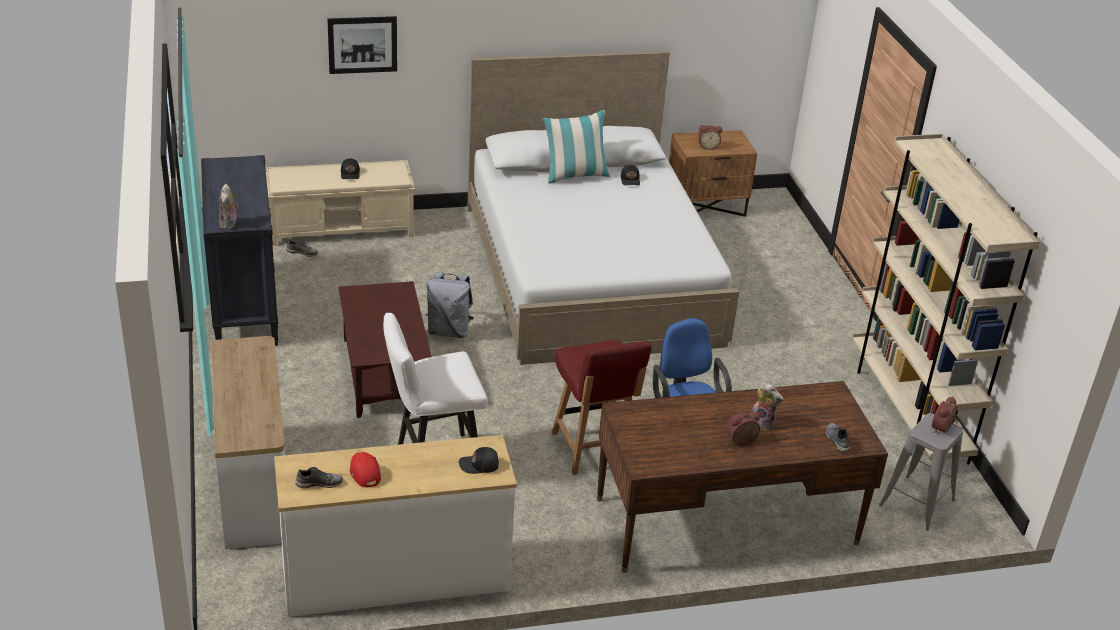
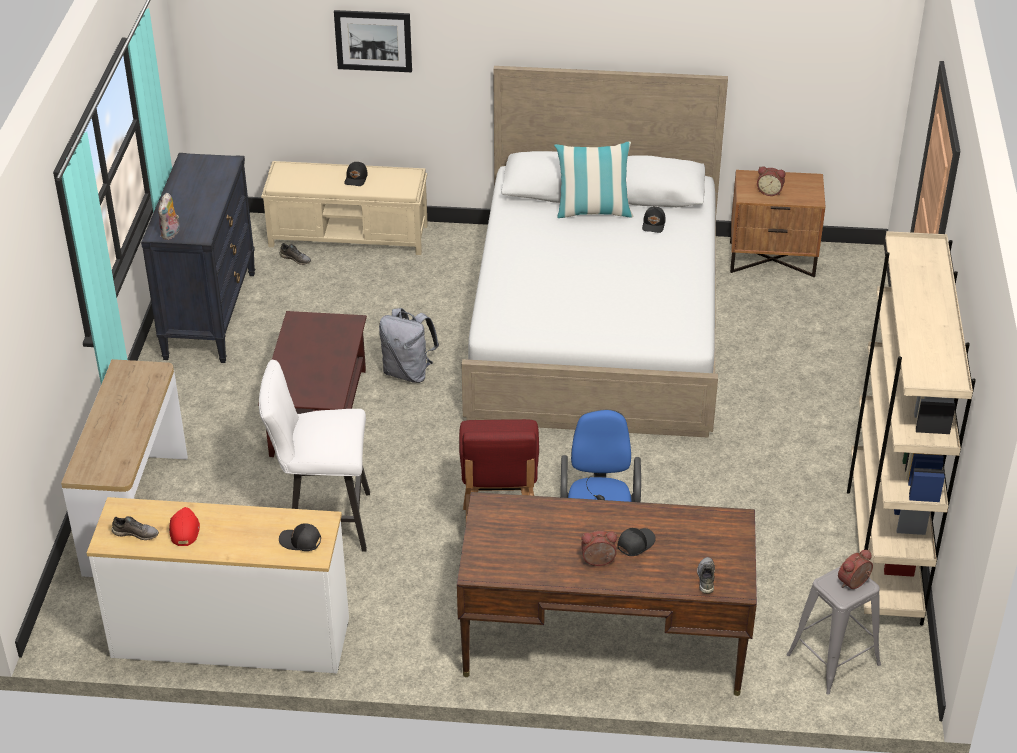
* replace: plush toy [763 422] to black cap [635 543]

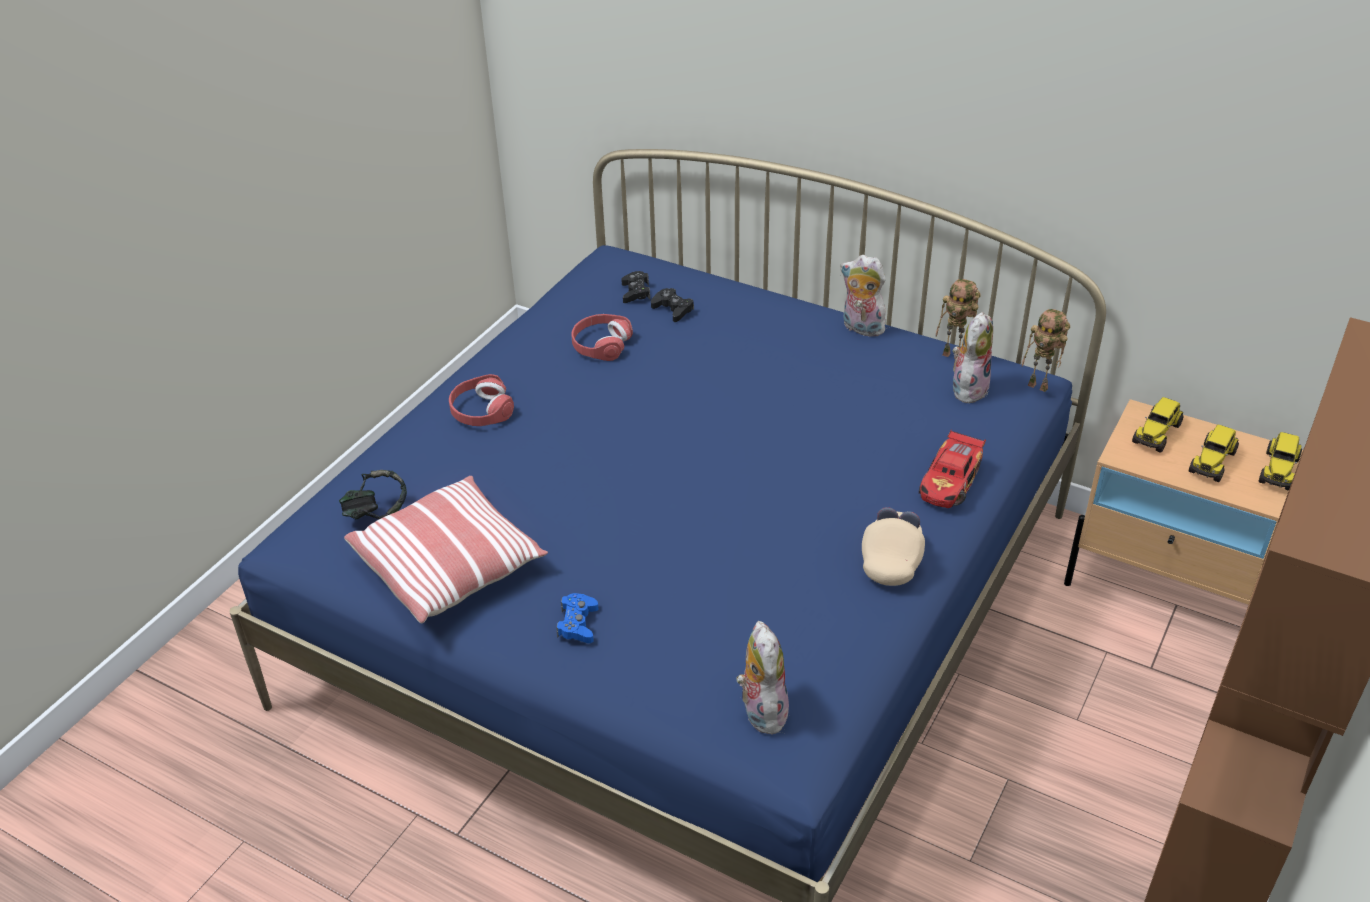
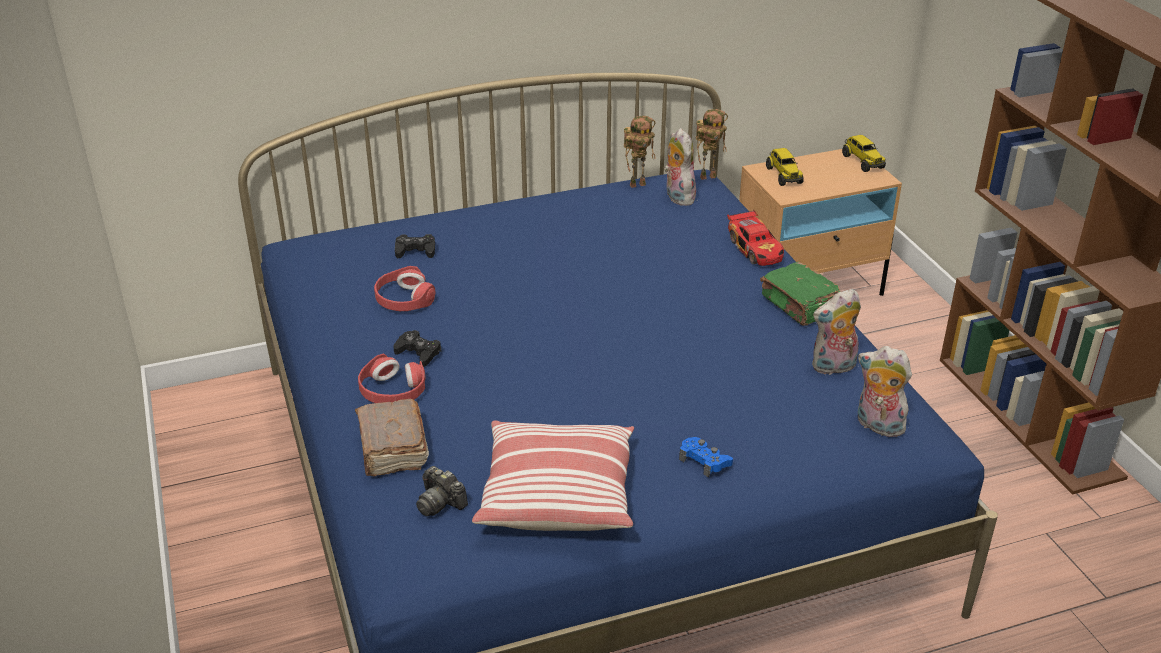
* move: plush toy [860 328] to [833 367]
* move: black game controller [636 292] to [418 353]
* delete: toy truck [1212 462]
* replace: headphones [377 513] to photo camera [440 502]
* replace: beige cap [892 559] to green book [800 305]
* insert: brown book [392 450]

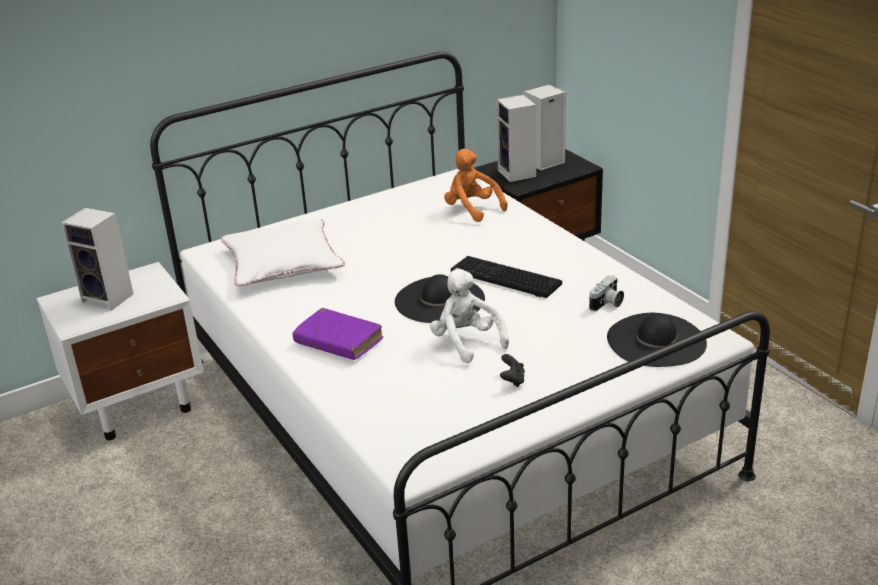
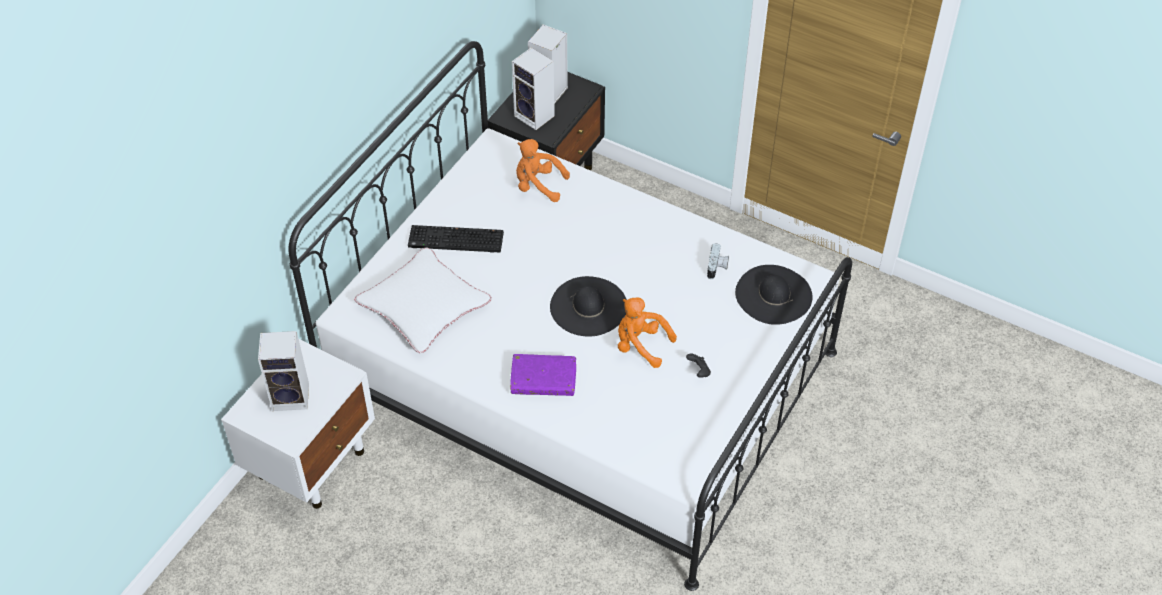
* move: keyboard [503 279] to [454 241]
* recolor: white plush toy [466 342] to orange plush toy [640 345]

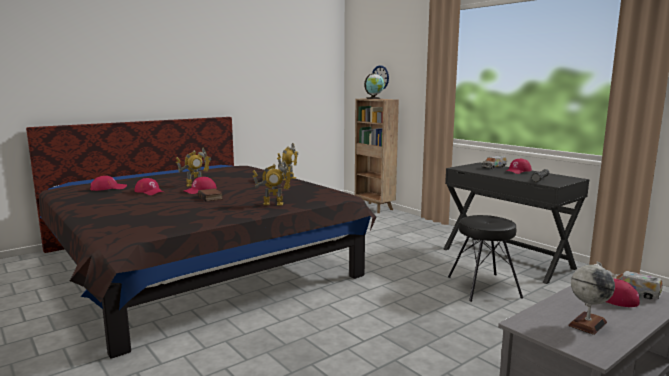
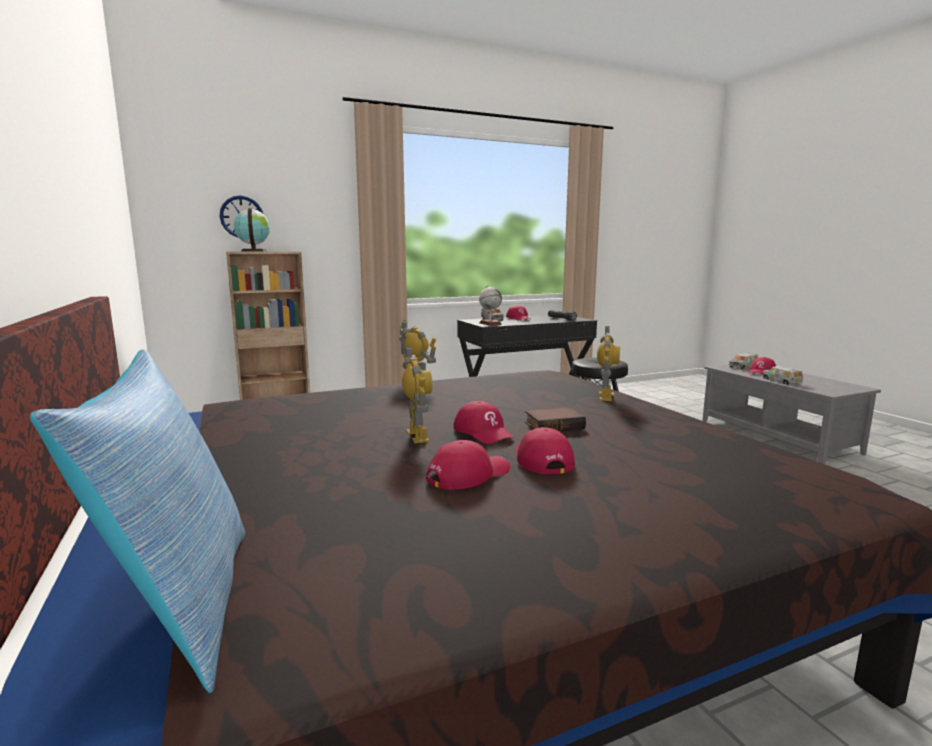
* move: red cap [108 188] to [541 459]
* move: globe [587 324] to [490 324]
* insert: pillow [181 605]
* insert: toy truck [781 381]

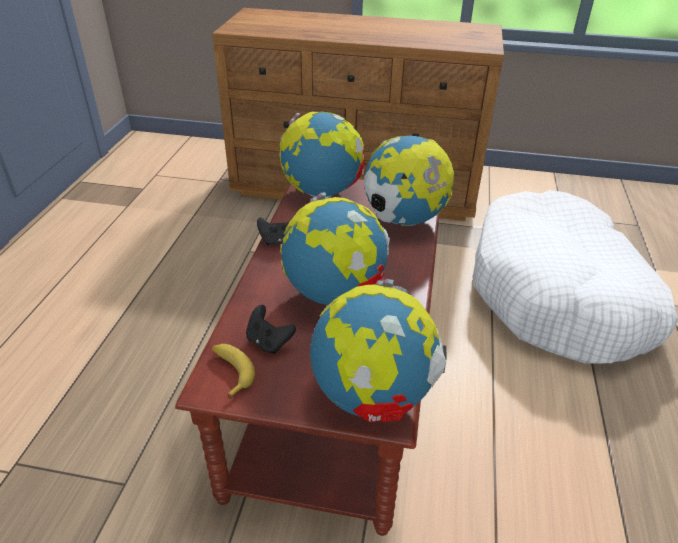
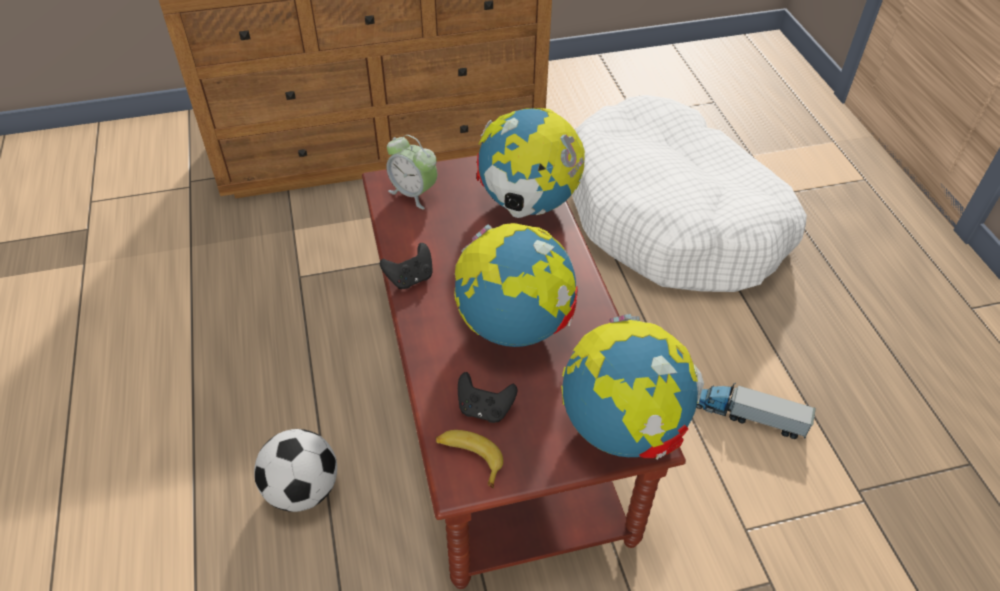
* replace: globe [322 192] to alarm clock [413 193]
* insert: toy truck [747 416]
* insert: football [302 490]

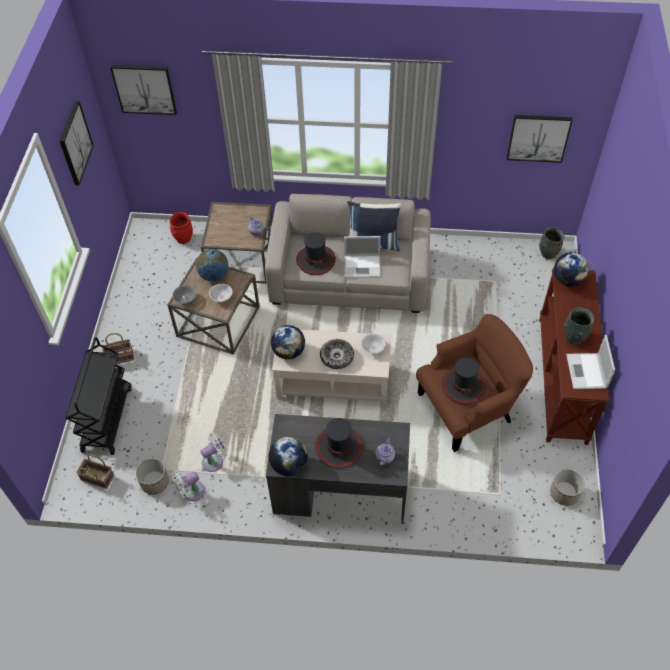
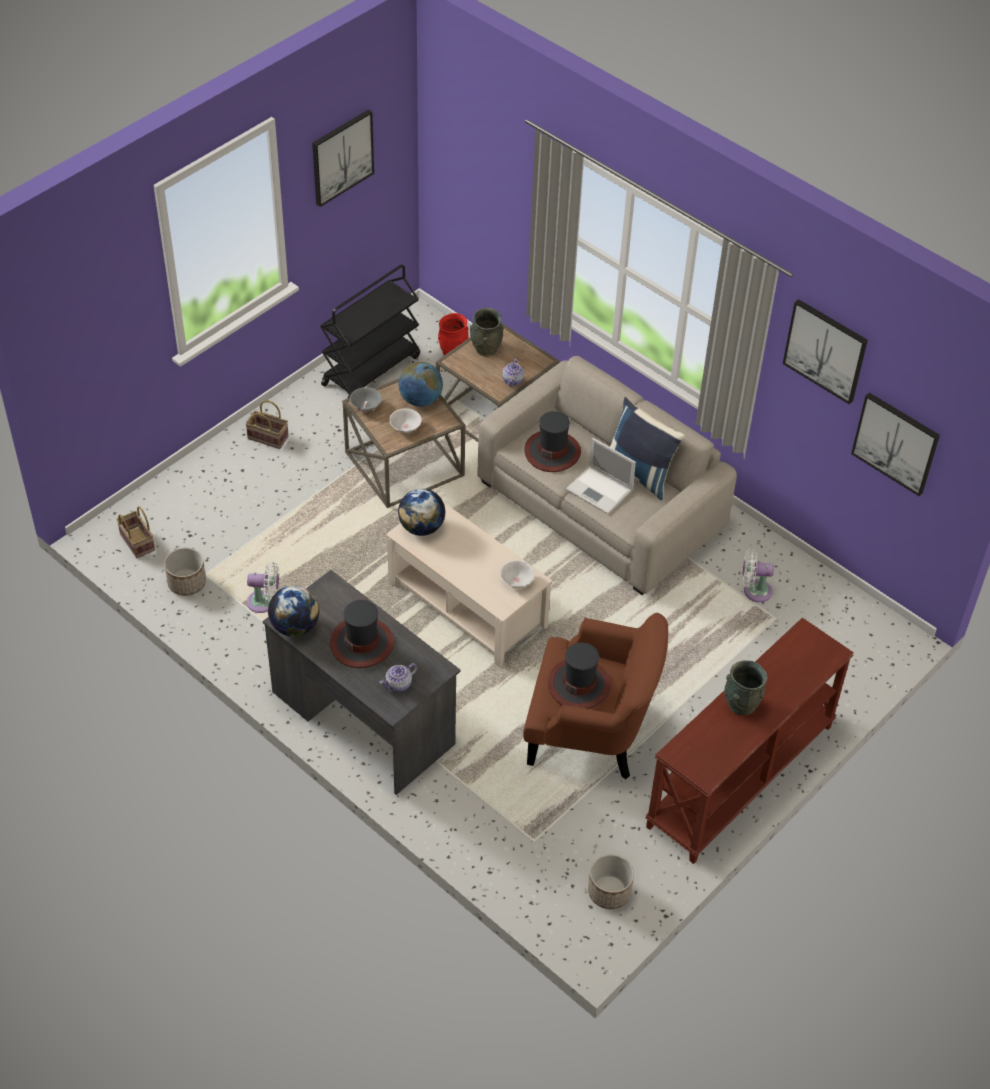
* move: picture [144 89] to [825 350]
* move: grey vase [548 253] to [485 349]
* delete: globe [568 280]
* delete: laptop [586 372]
* move: black cart [106 418] to [371 370]
* delete: bowl [337 357]
* move: white fan [191 492] to [754 590]

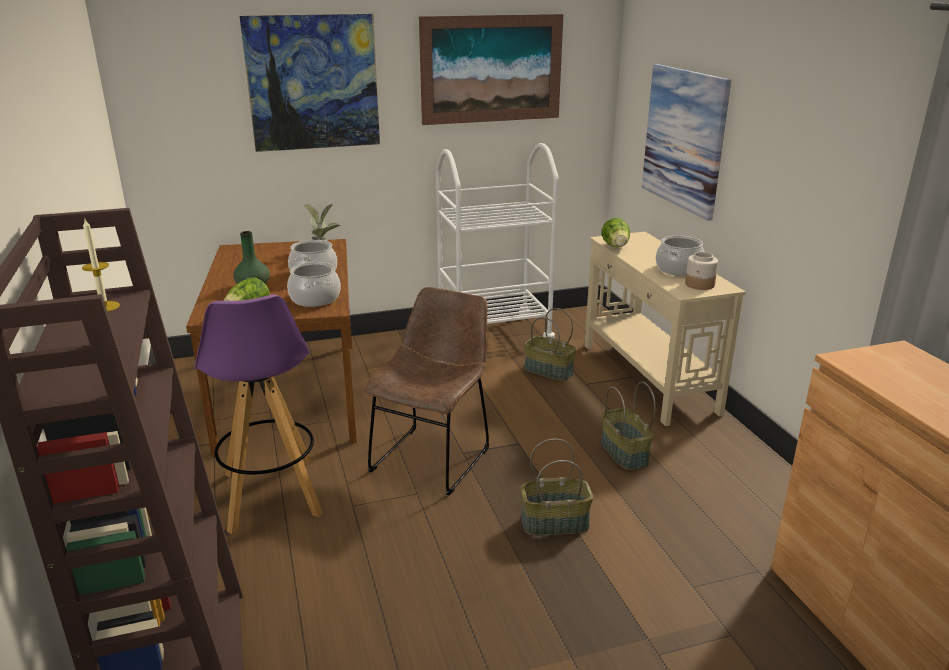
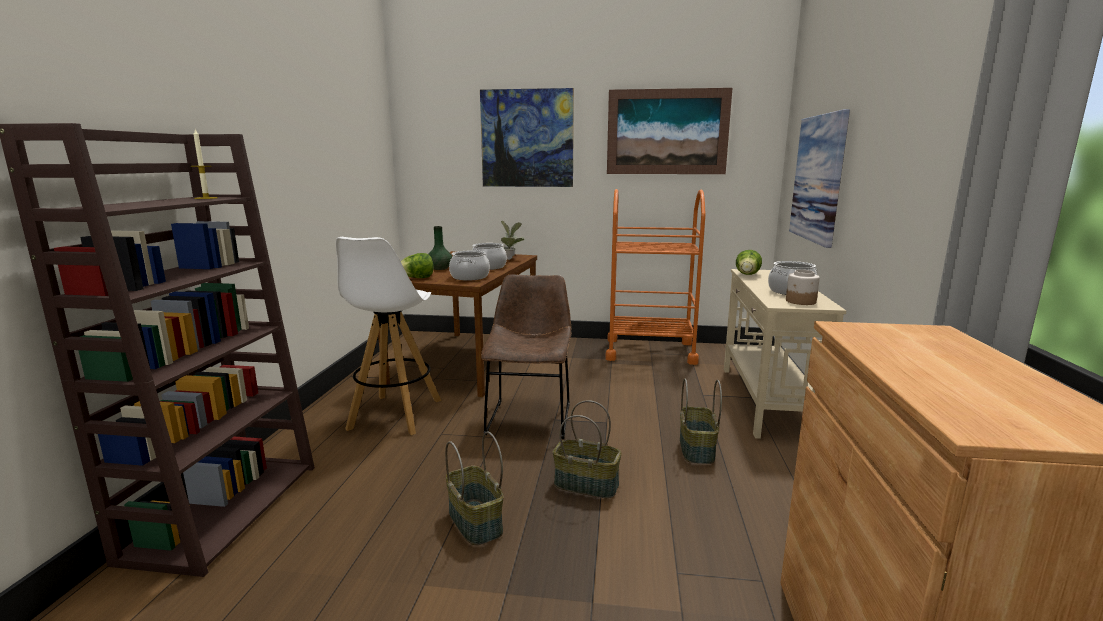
* recolor: white cart [493 335] to orange cart [650 351]
* rotate: brown chair [433 456] = [530 417] 45 degrees counterclockwise
* recolor: purple stool [271 495] to white stool [395 415]
* move: basket [548 371] to [474 522]

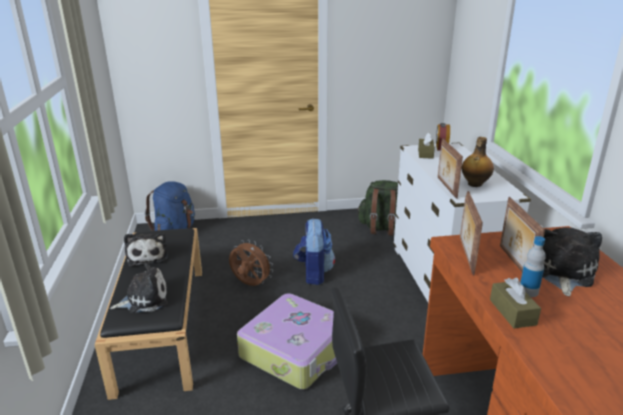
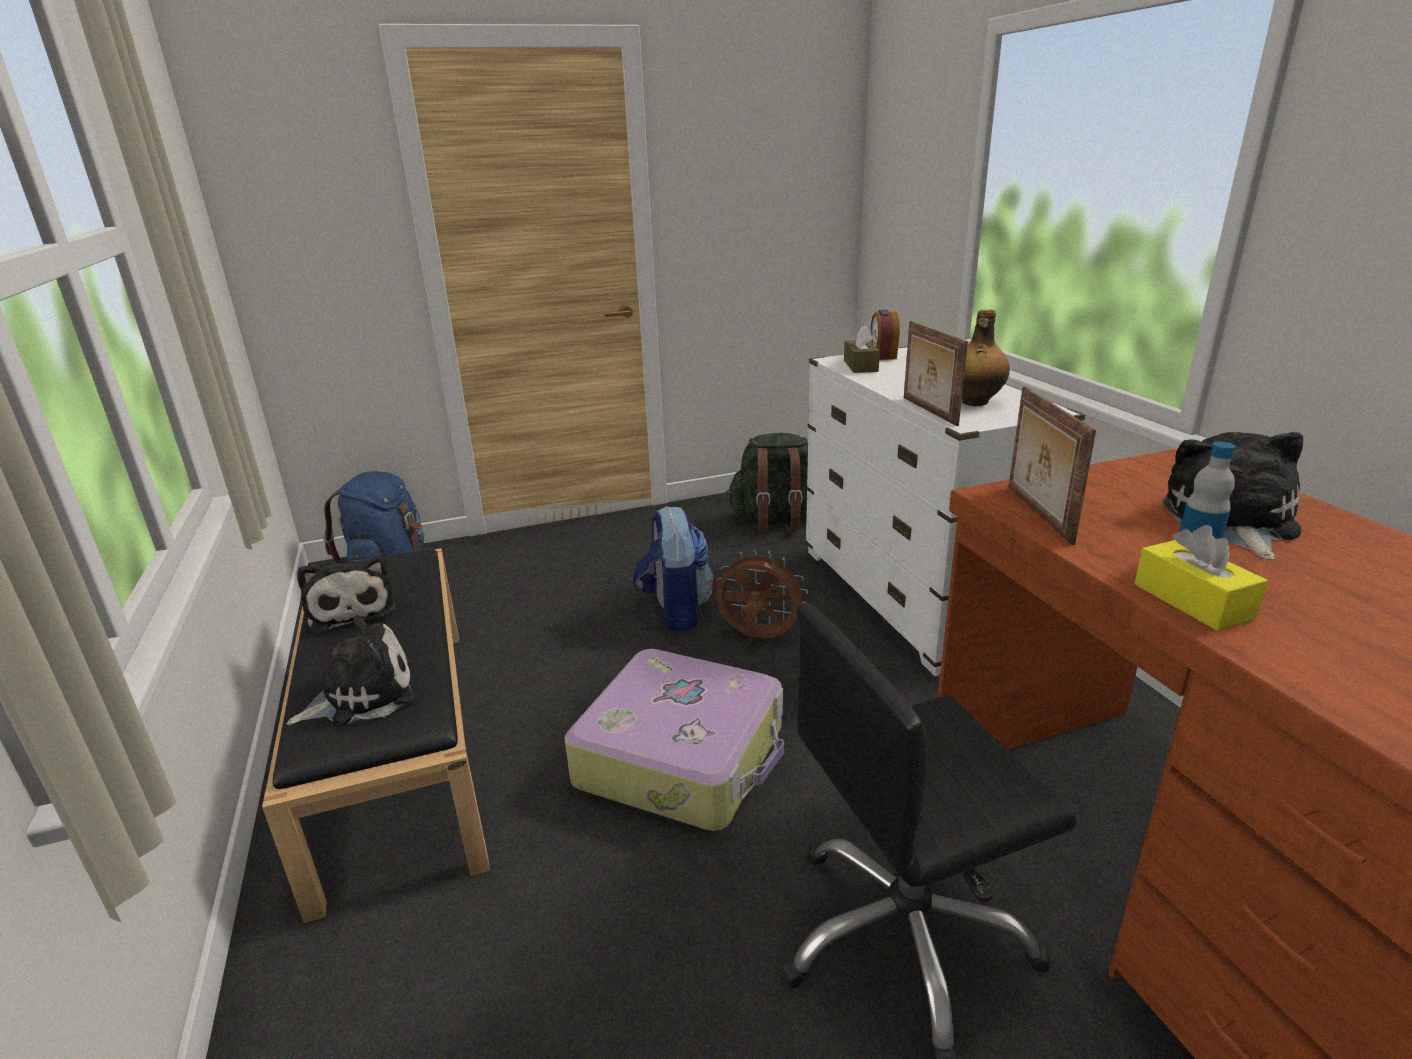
* delete: picture frame [514 263]
* move: brown fan [250 284] to [758 637]
* recolor: brown tissue box [512 312] to yellow tissue box [1192 601]

